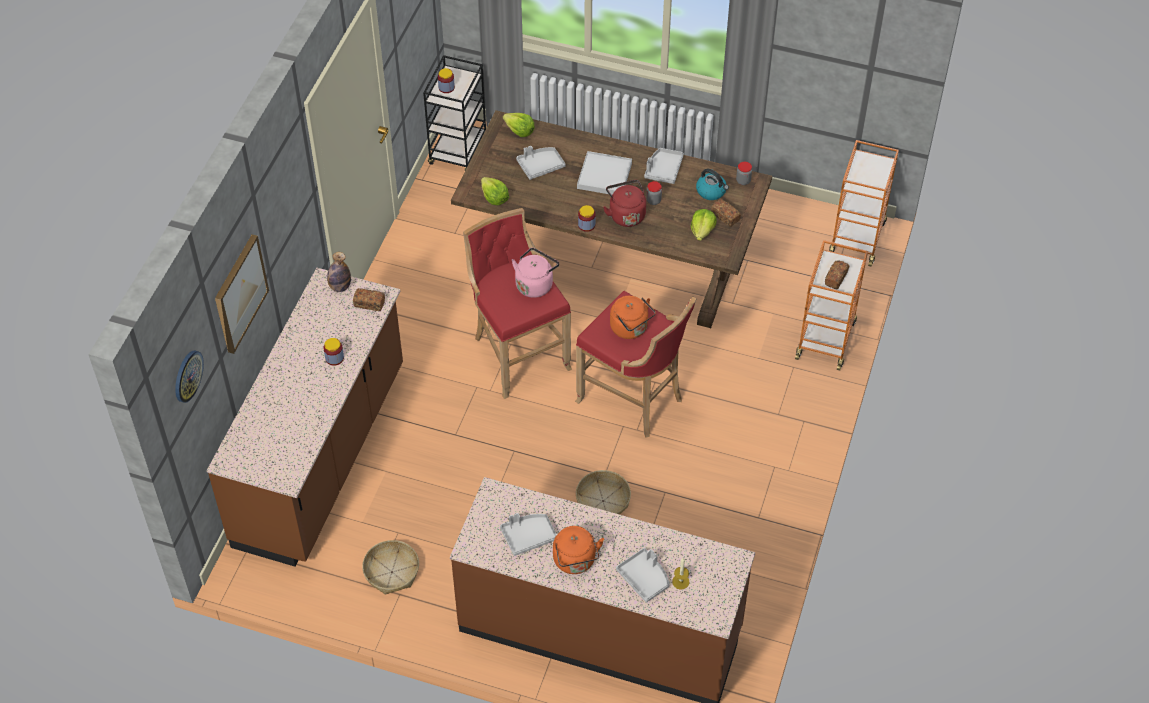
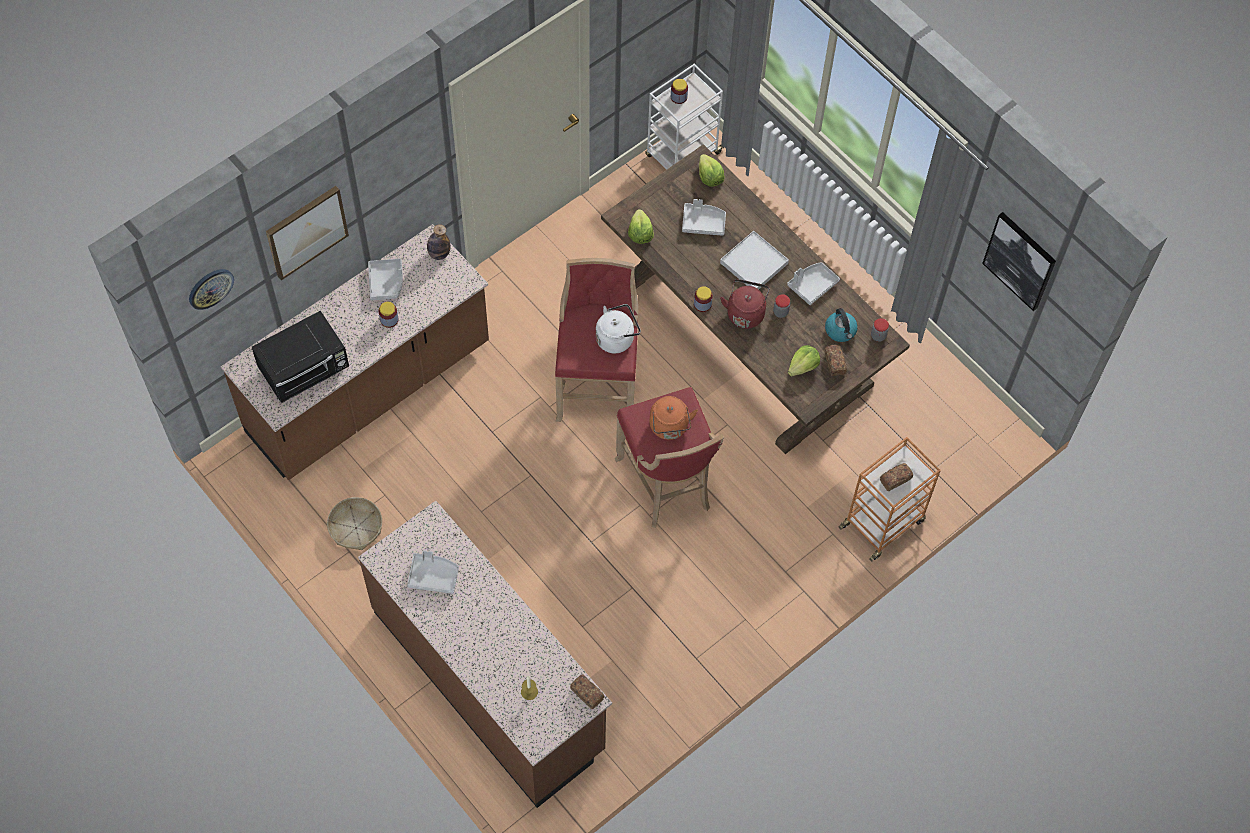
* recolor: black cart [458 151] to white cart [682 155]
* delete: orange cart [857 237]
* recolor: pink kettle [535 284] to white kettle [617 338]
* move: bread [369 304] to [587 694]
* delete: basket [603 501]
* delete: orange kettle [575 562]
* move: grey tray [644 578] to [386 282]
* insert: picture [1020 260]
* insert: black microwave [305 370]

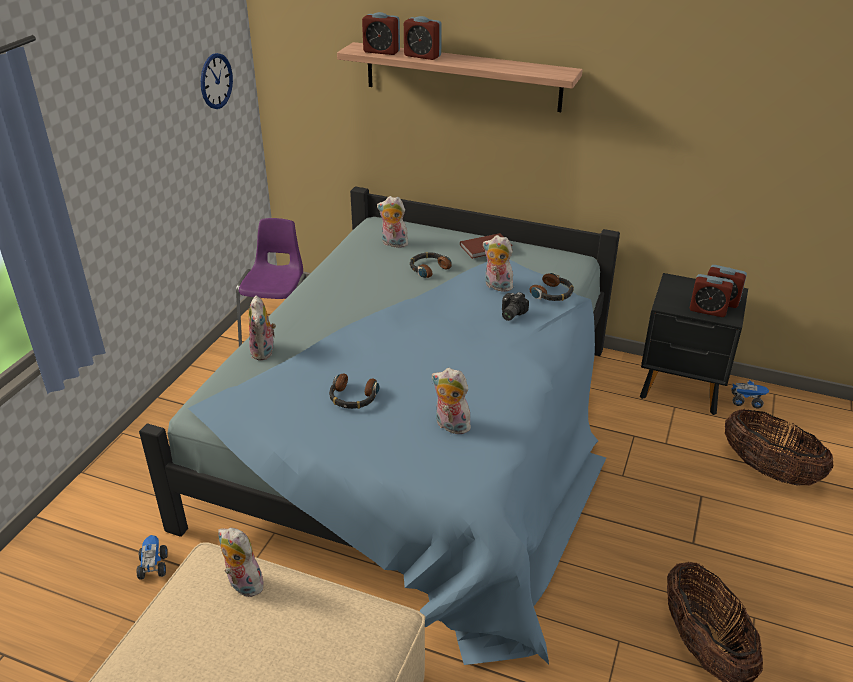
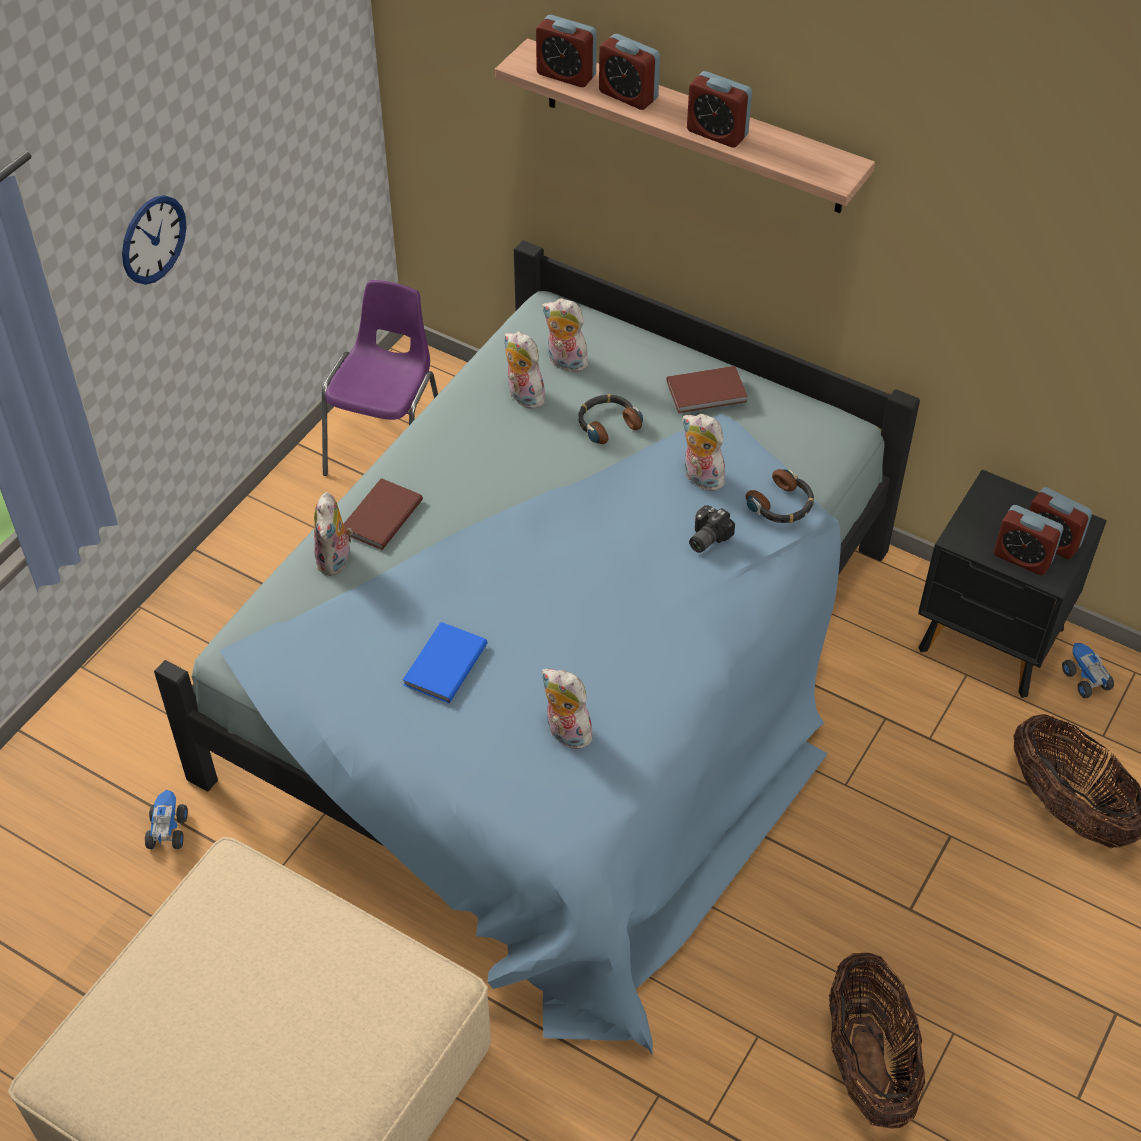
* move: wall clock [216 81] to [153 239]
* replace: headphones [353 398] to blue book [443 665]
* rotate: toy truck [746 401] = [1084 679] 135 degrees counterclockwise
* move: plush toy [242 584] to [522 396]
* insert: alarm clock [717 133]
* insert: brown book [380 516]

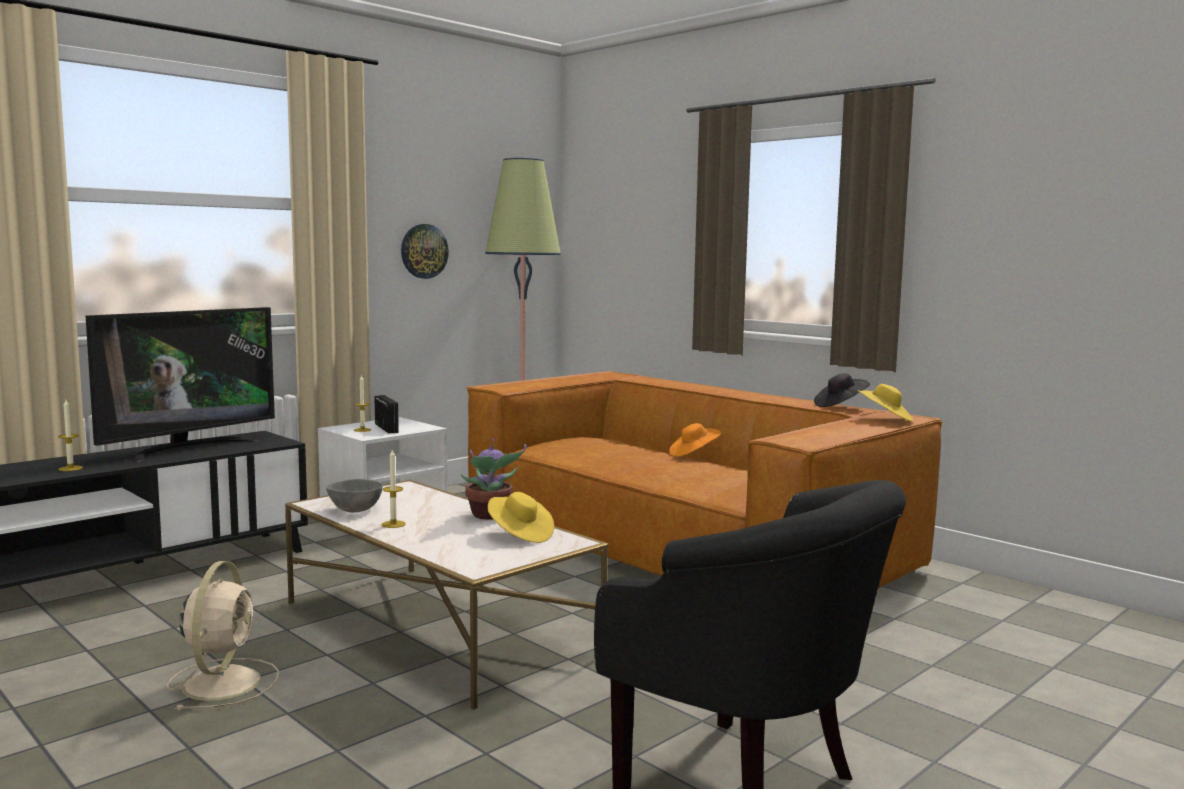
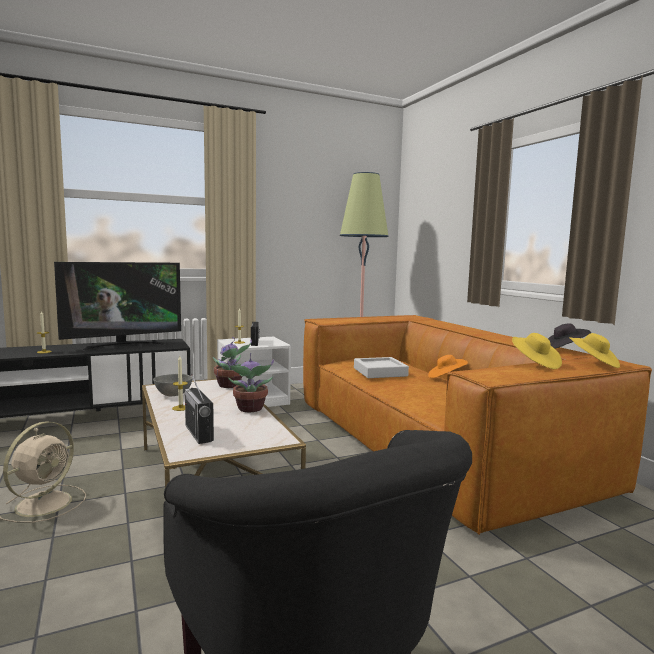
* delete: wall clock [424 251]
* move: yellow hat [520 535] to [535 364]
* insert: potted plant [230 385]
* insert: grey tray [380 372]
* insert: radio [198 433]

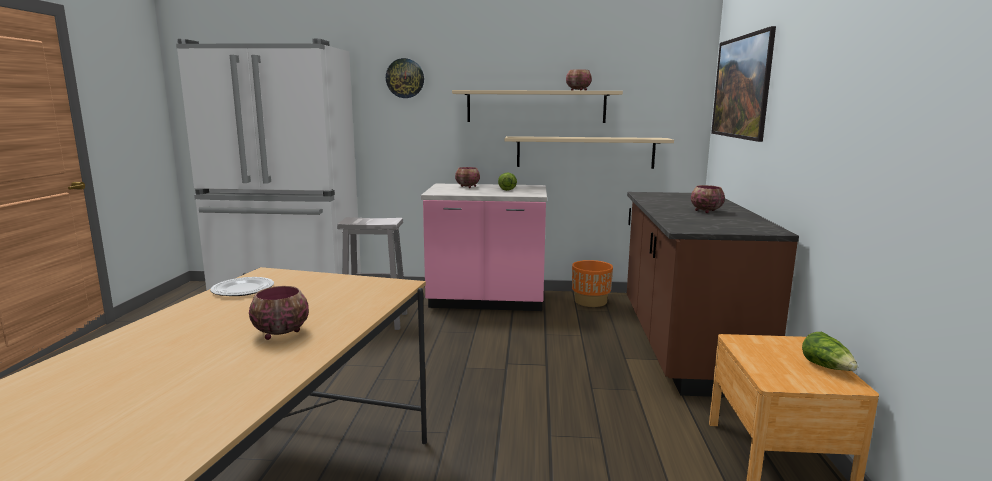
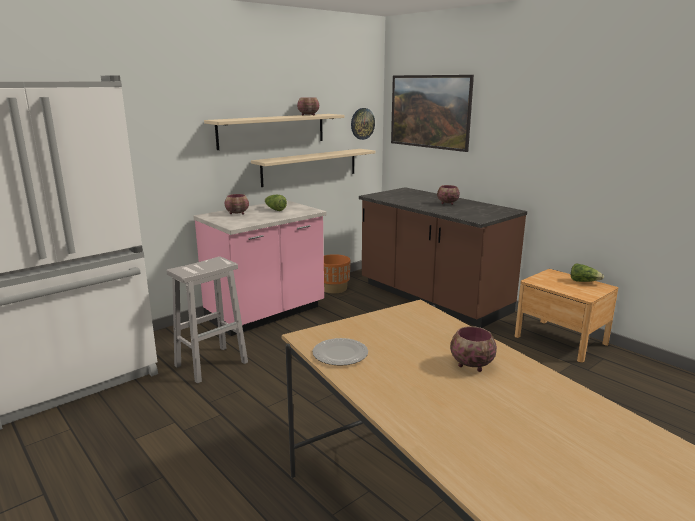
* move: wall clock [405 78] to [362 123]

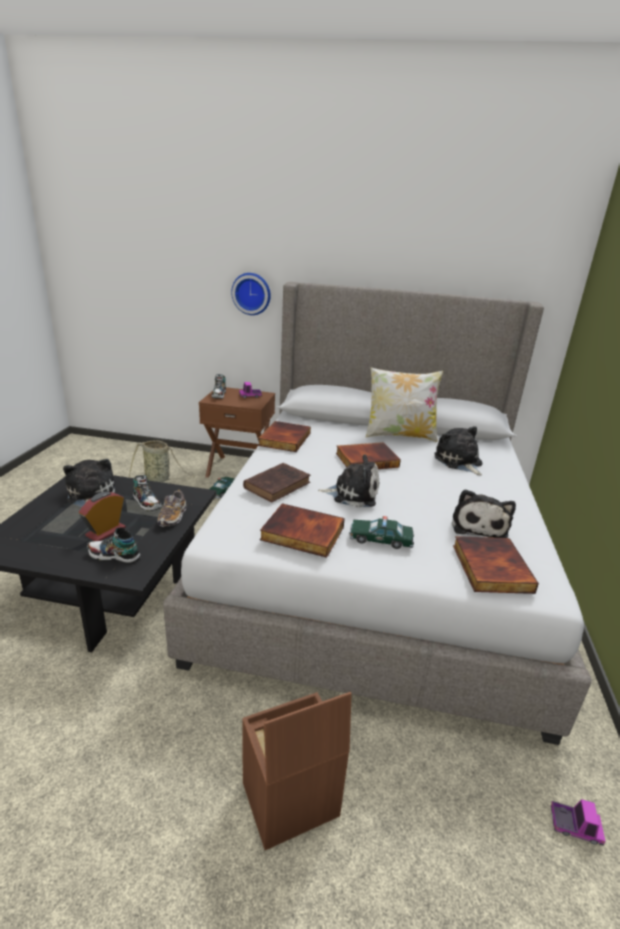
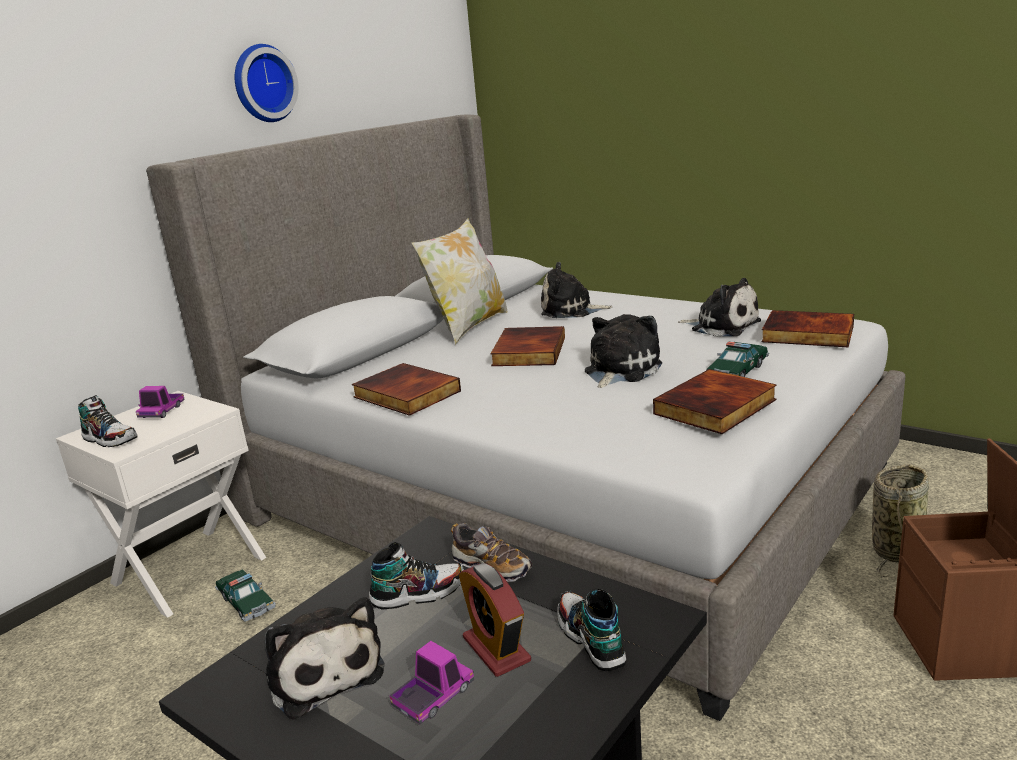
* move: wall clock [252 293] to [262 84]
* recolor: brown nightstand [239 469] to white nightstand [188 569]
* move: basket [159 479] to [897 549]
* rotate: plush toy [90 495] = [323 671] 135 degrees counterclockwise
* delete: brown book [278 485]
* rotate: shoe [114 556] = [590 639] 120 degrees clockwise
* move: toy truck [575 826] to [433 697]

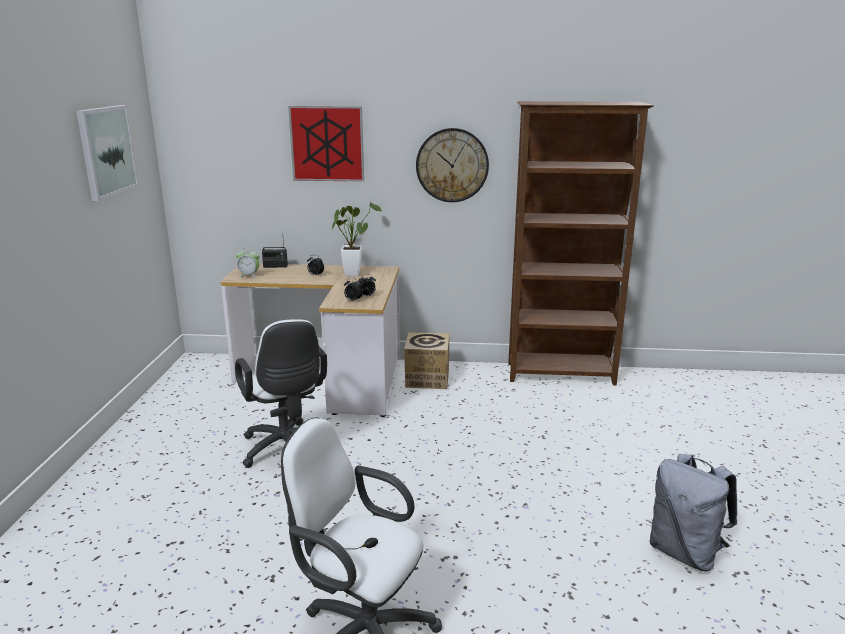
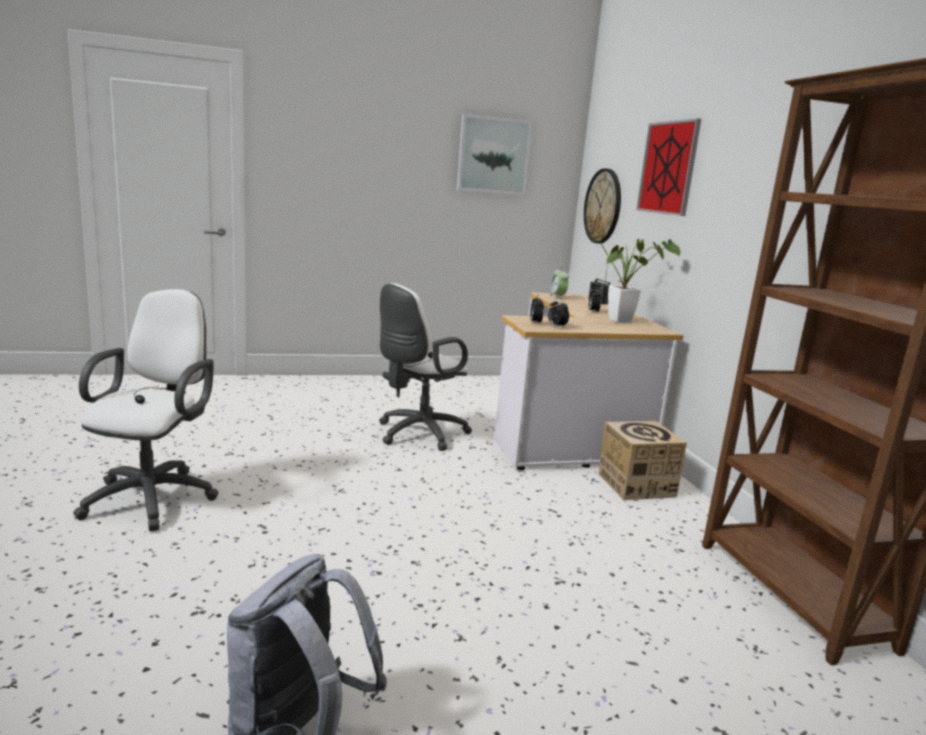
* move: wall clock [452 165] to [603 206]

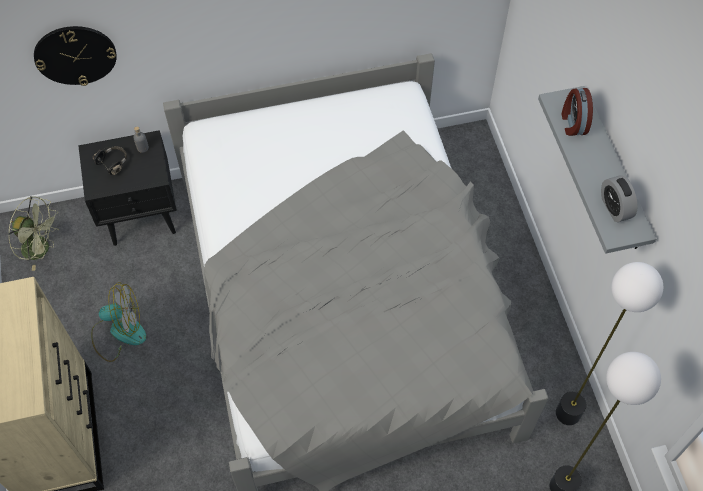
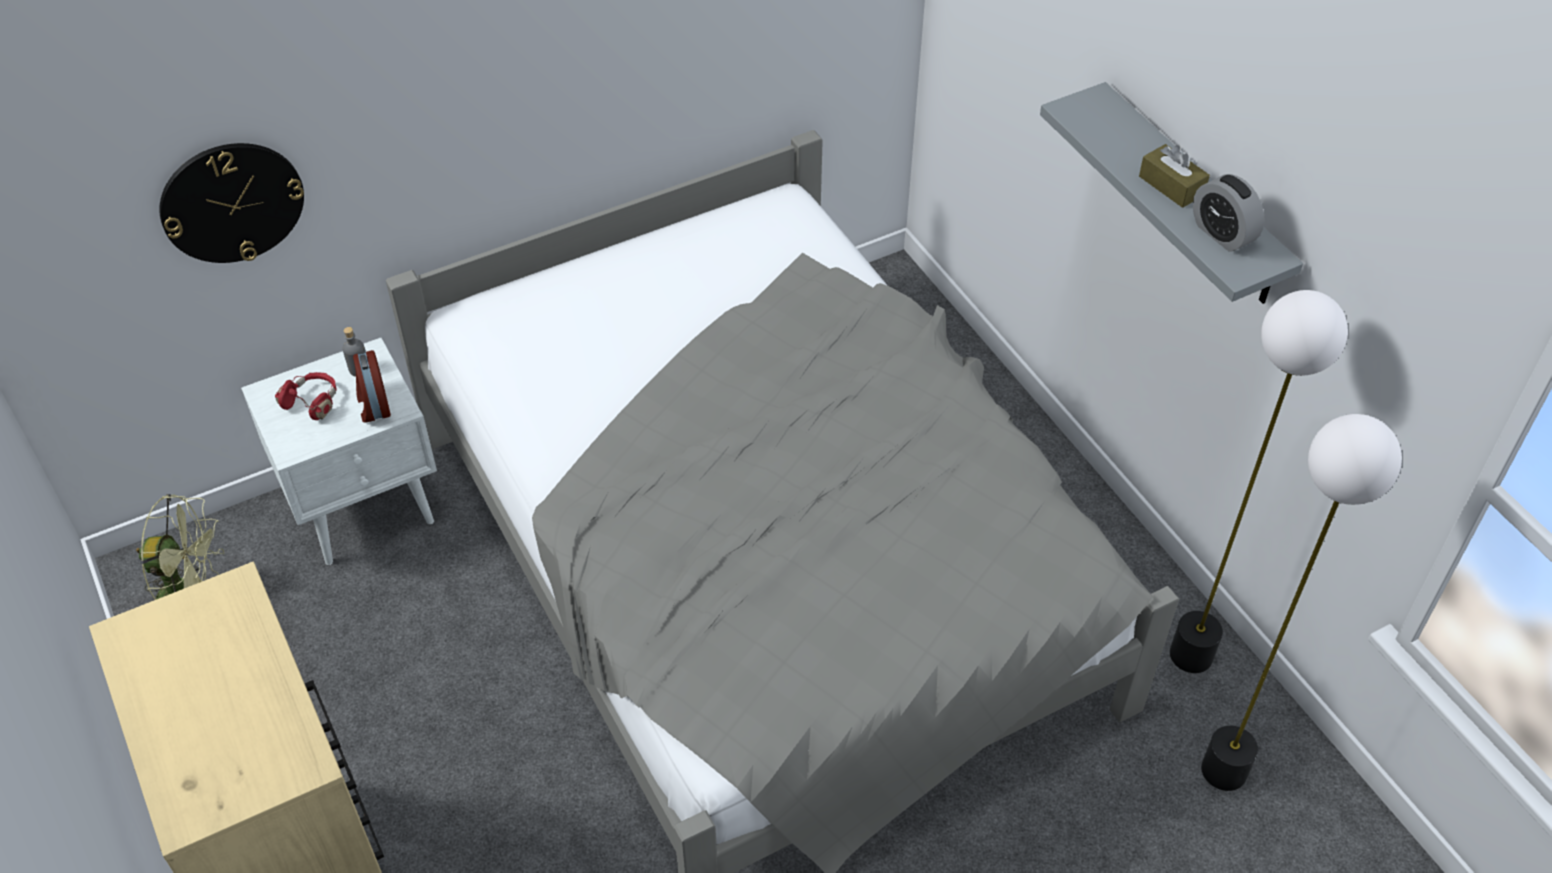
* move: alarm clock [573 123] to [373 404]
* recolor: black nightstand [142 216] to white nightstand [366 507]
* recolor: black headphones [113 163] to red headphones [312 402]
* delete: fan [119 332]
* insert: brown tissue box [1171 185]

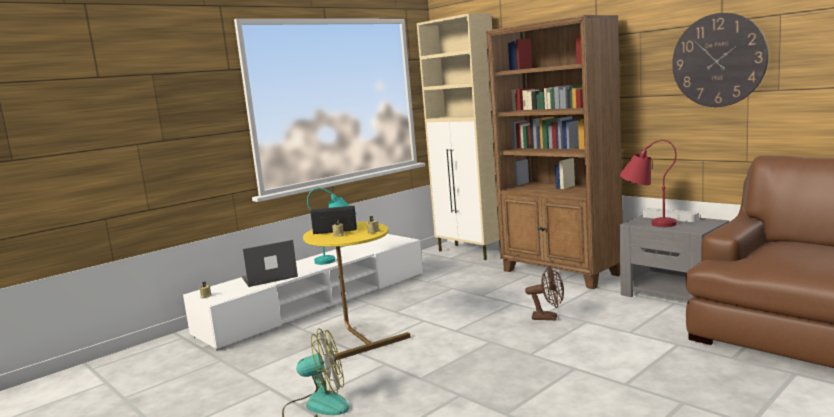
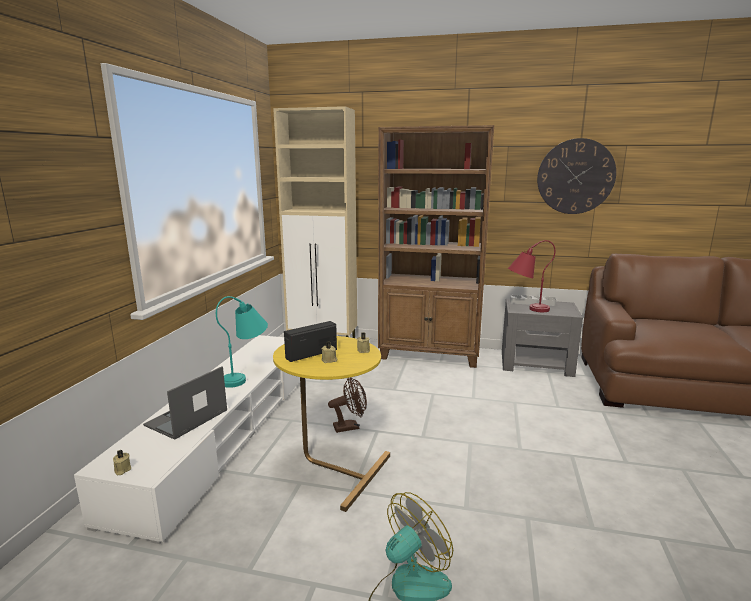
* move: brown fan [549 317] to [350 426]

